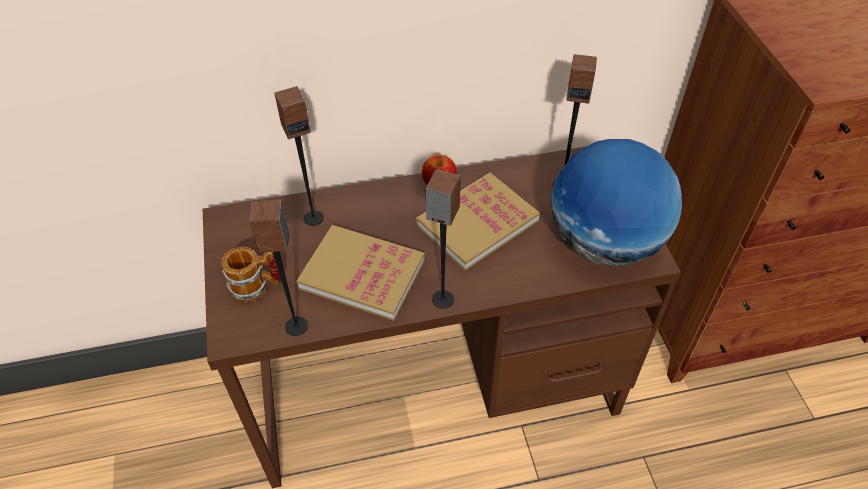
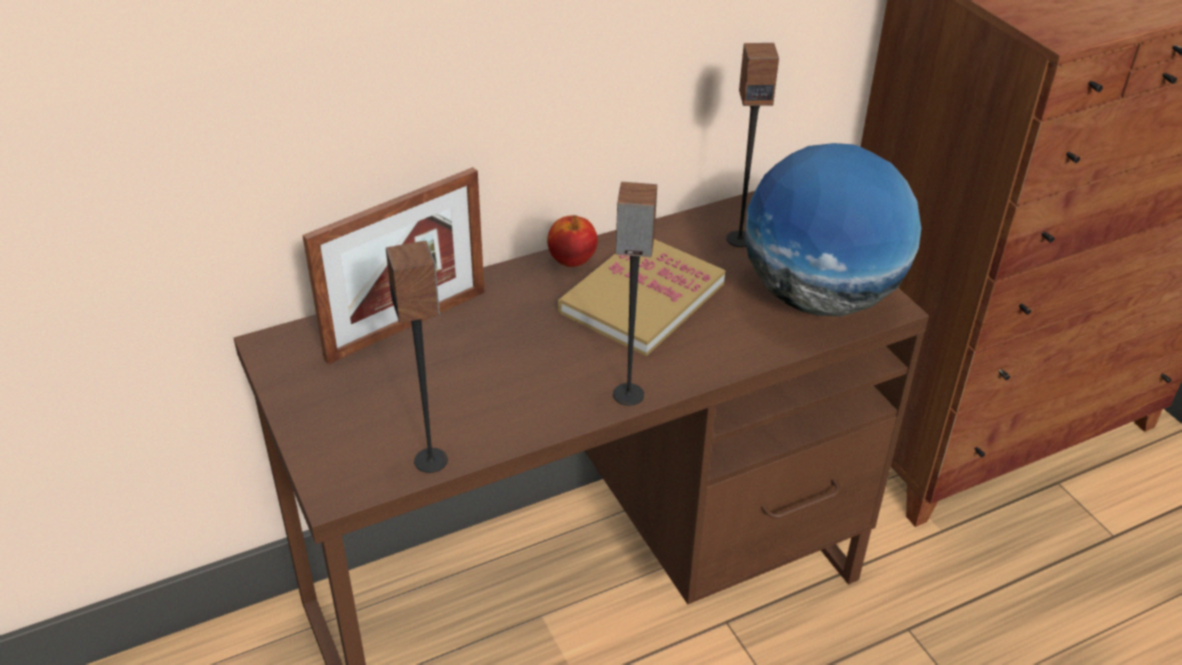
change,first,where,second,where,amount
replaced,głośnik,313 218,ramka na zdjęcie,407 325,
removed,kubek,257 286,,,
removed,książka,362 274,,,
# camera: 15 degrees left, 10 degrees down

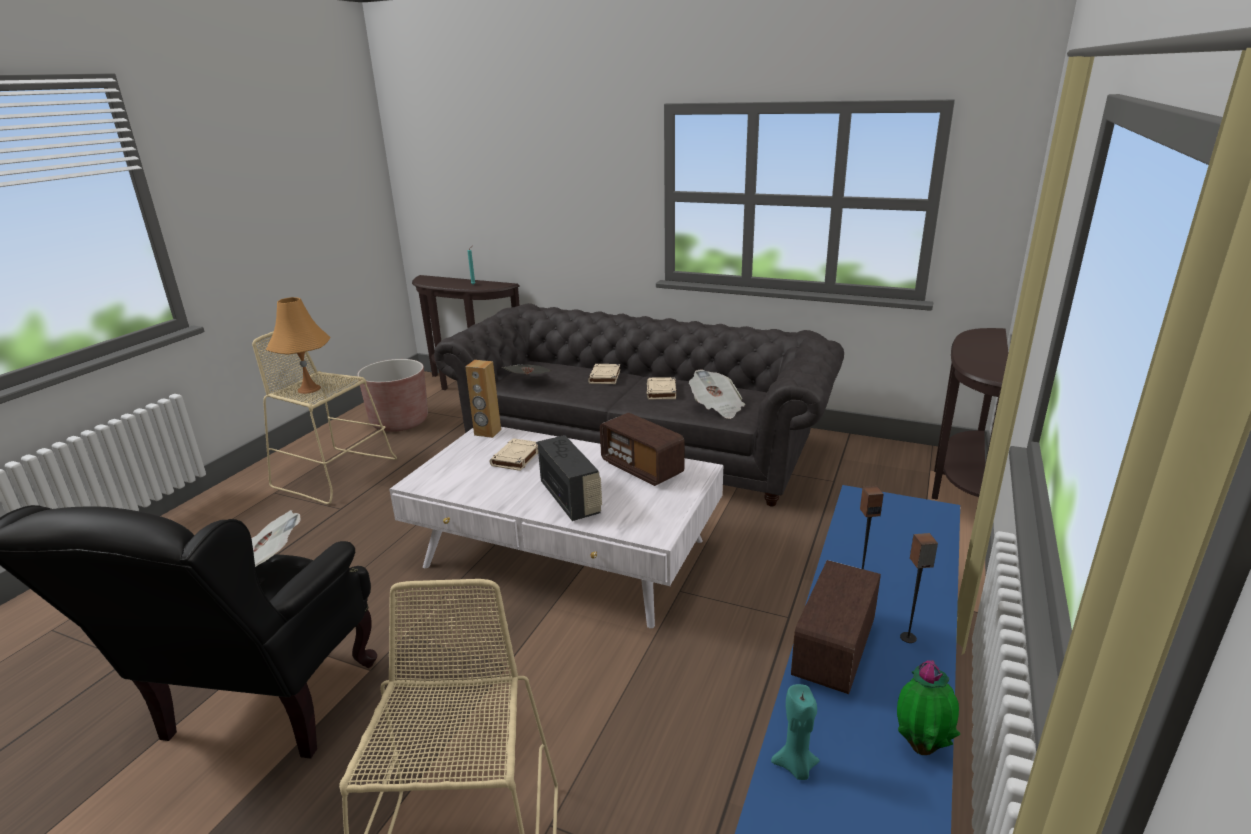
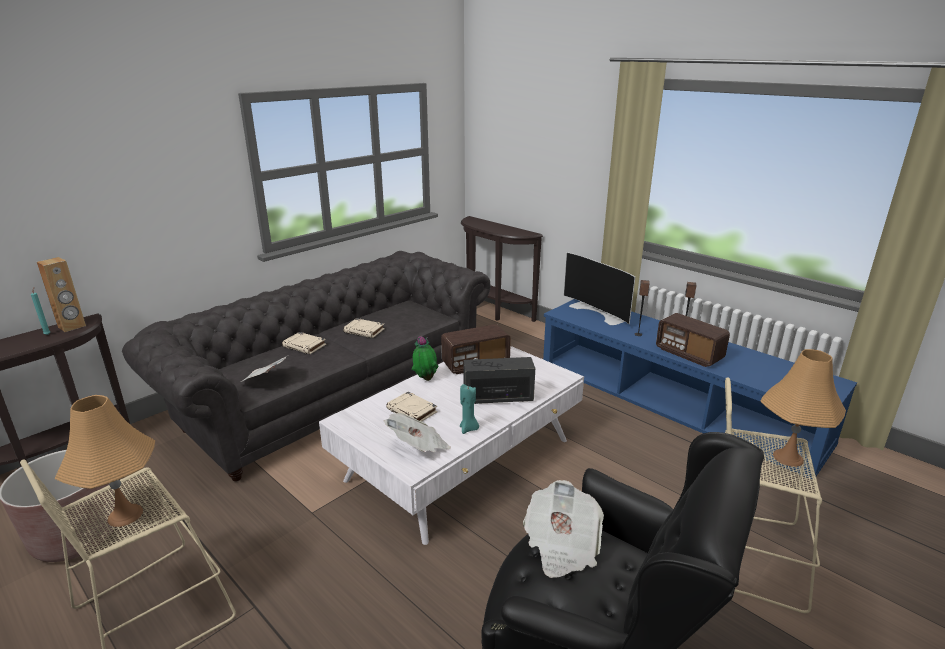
change,first,where,second,where,amount
moved,głośnik (brązowy),487 432,,72 326,
moved,gazeta,716 407,,418 447,
moved,roślina doniczkowa,921 746,,425 379,
moved,świeca (turkusowy),795 767,,468 429,
added,,,telewizor,598 312,
added,,,lampa stołowa (pomarańczowy),788 458,
# camera: 70 degrees left, 0 degrees up

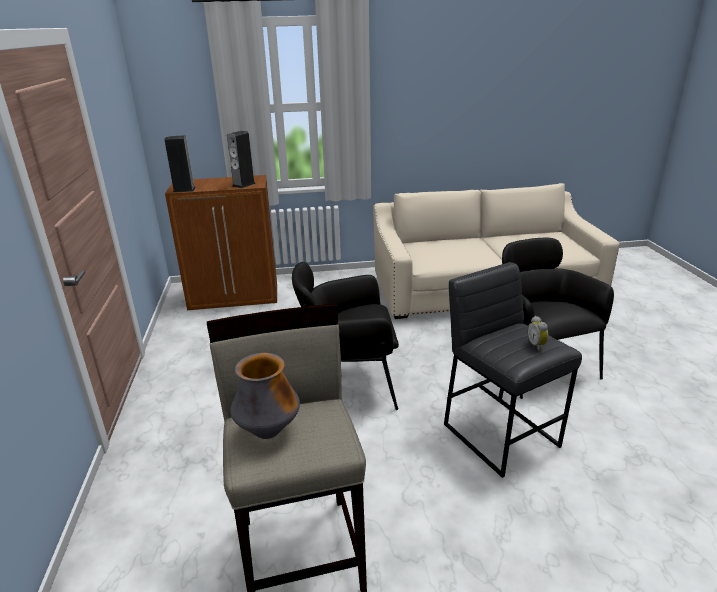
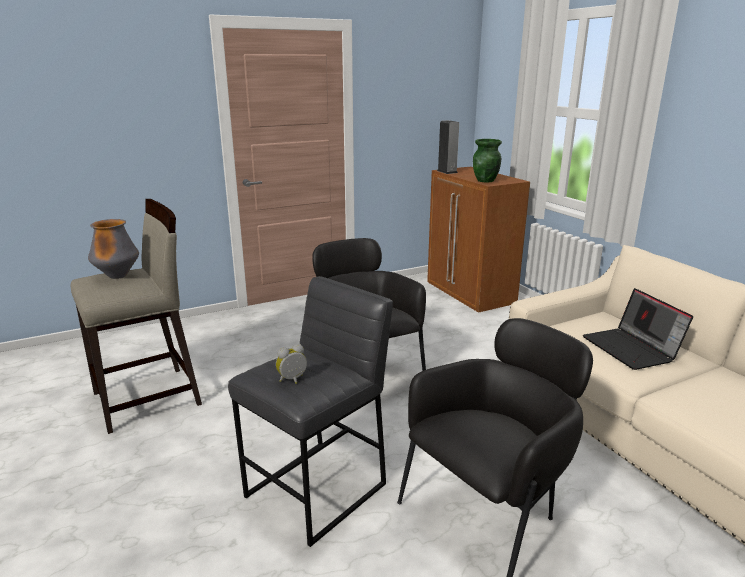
change,first,where,second,where,amount
replaced,głośnik,244 185,wazon (zielony),485 181,
added,,,laptop,632 349,
# camera: 70 degrees right, 5 degrees down

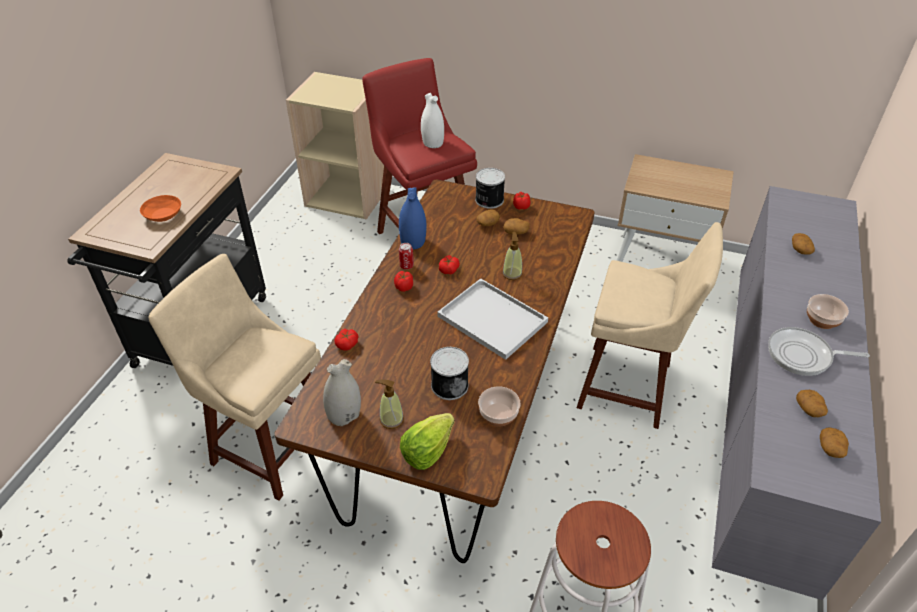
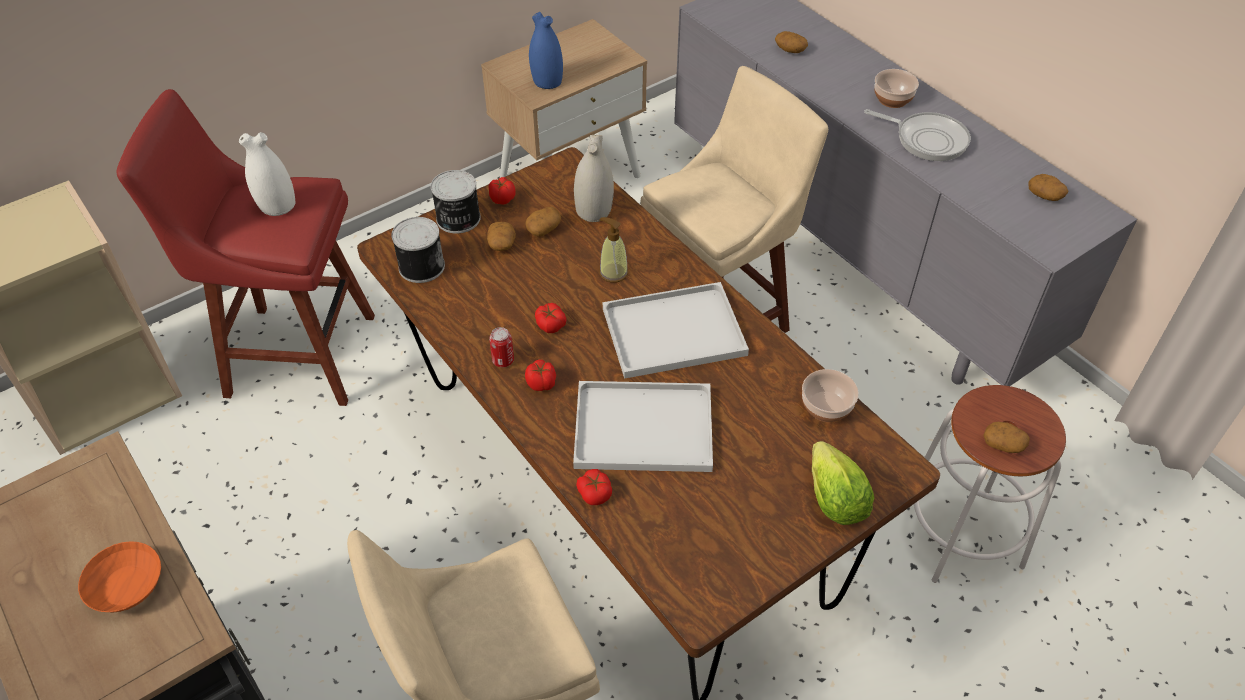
change,first,where,second,where,amount
moved,puszka,449 384,,420 266,
moved,wazon (niebieski),413 241,,547 81,
added,,,taca (biały),646 427,
moved,wazon (biały),344 414,,594 210,
turned,patelnia,803 355,,927 139,105 degrees counterclockwise
moved,ziemniak,809 409,,1003 444,
removed,dozownik mydła,391 419,,,
# camera: 55 degrees left, 5 degrees up

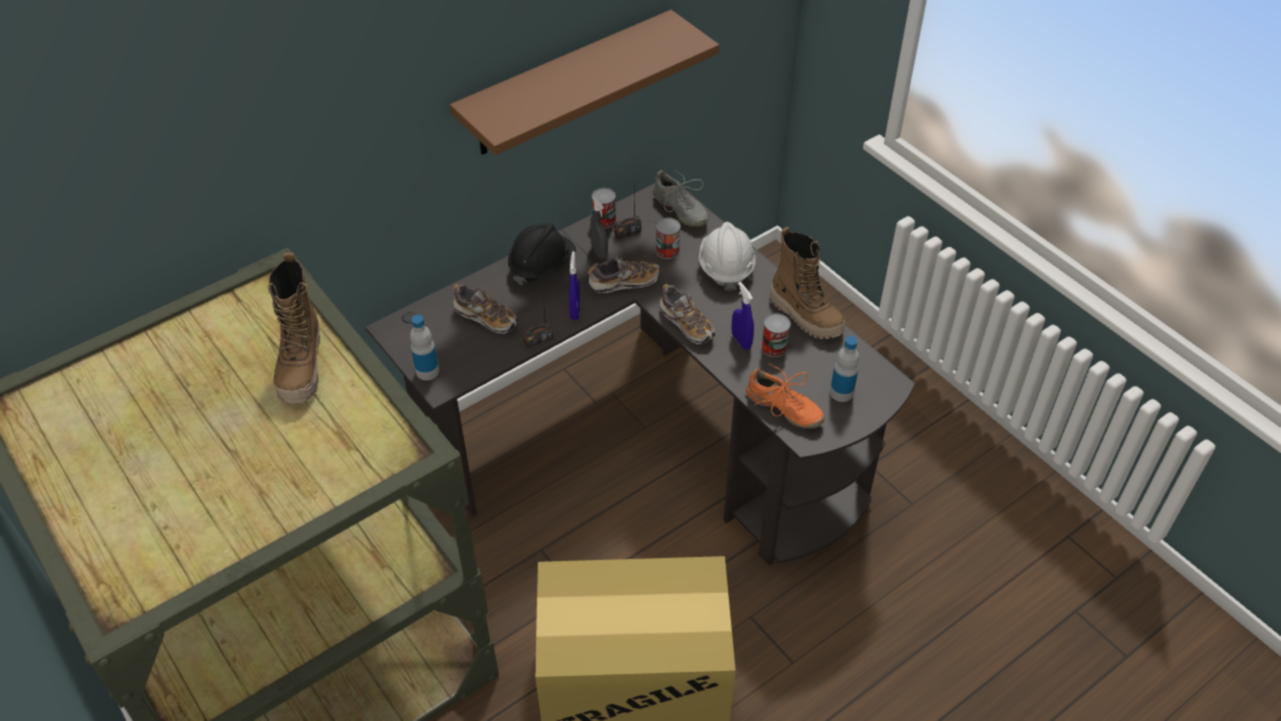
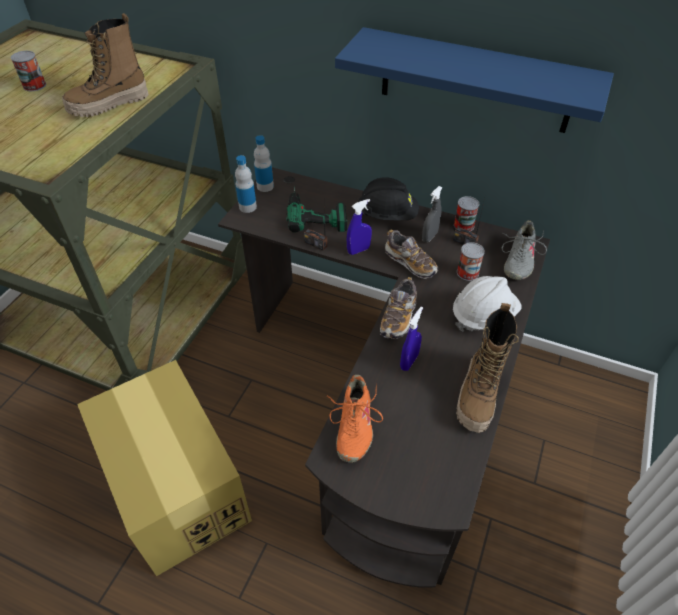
change,first,where,second,where,amount
moved,puszka,774 347,,34 85,
moved,butelka,841 393,,265 186,
replaced,but,486 318,wiertarka,316 211,
recoloured,półka (brązowy),566 85,półka (niebieski),475 81,
# camera: 60 degrees right, 0 degrees up

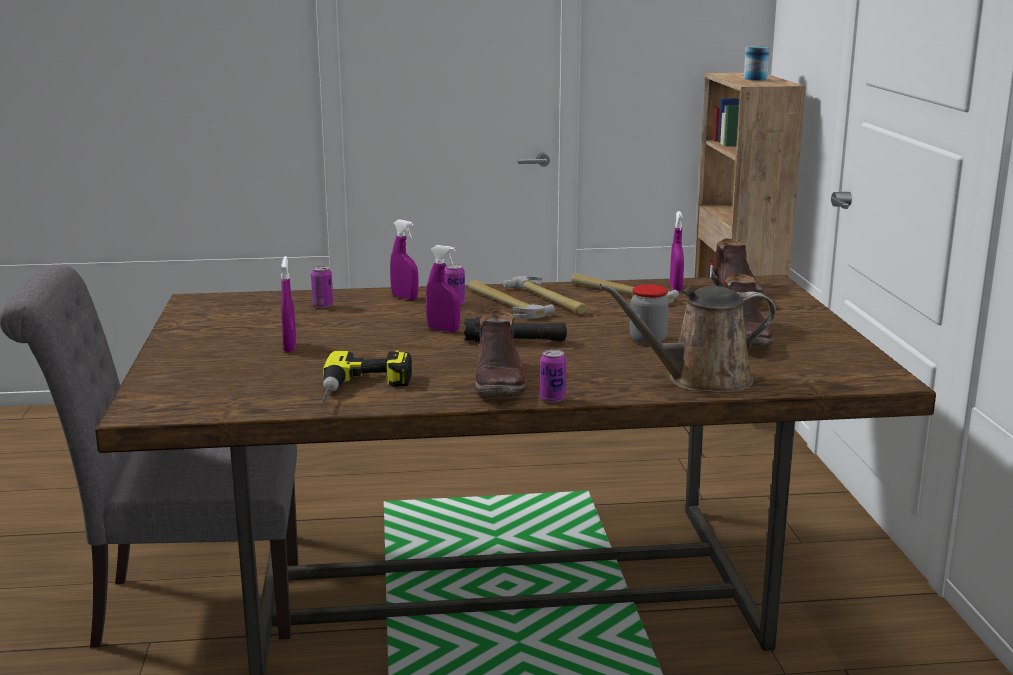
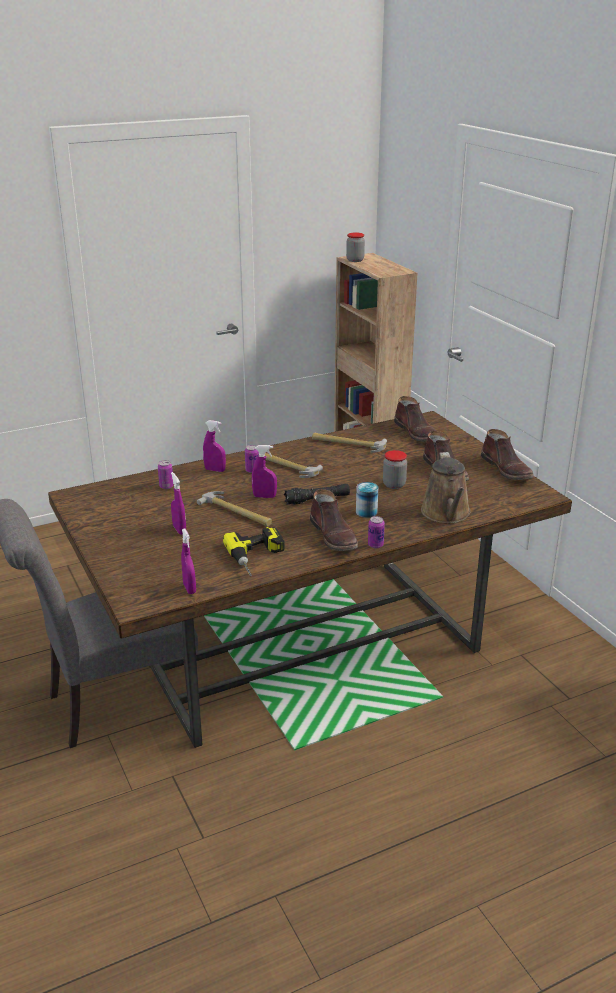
change,first,where,second,where,amount
moved,spryskiwacz (fioletowy),676 287,,189 588,
moved,młotek,548 299,,236 512,
added,,,słoik,355 260,
moved,puszka,755 79,,366 512,
turned,konewka (brązowy),701 380,,446 514,60 degrees counterclockwise
added,,,but z cholewką (brązowy),507 469,
# camera: 20 degrees left, 10 degrees up

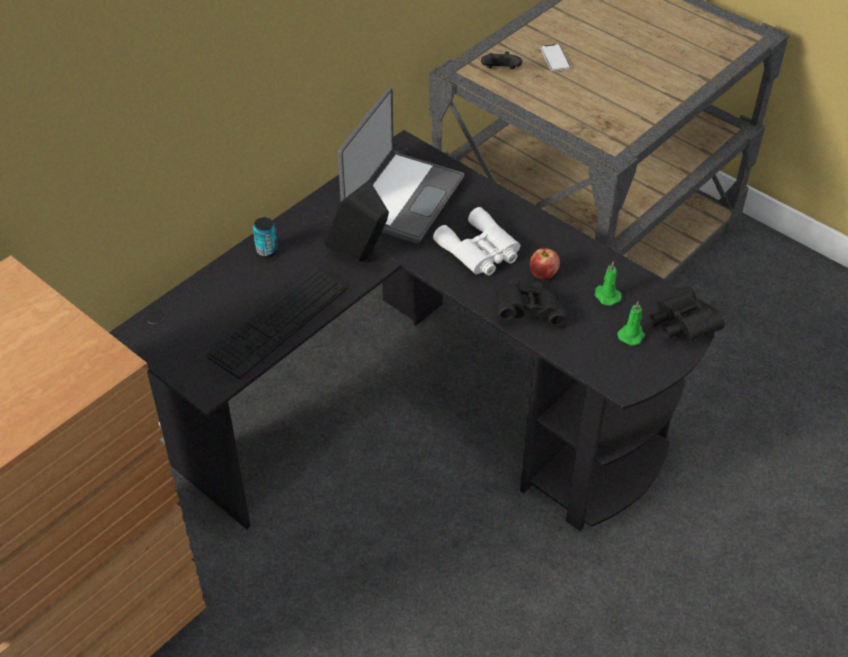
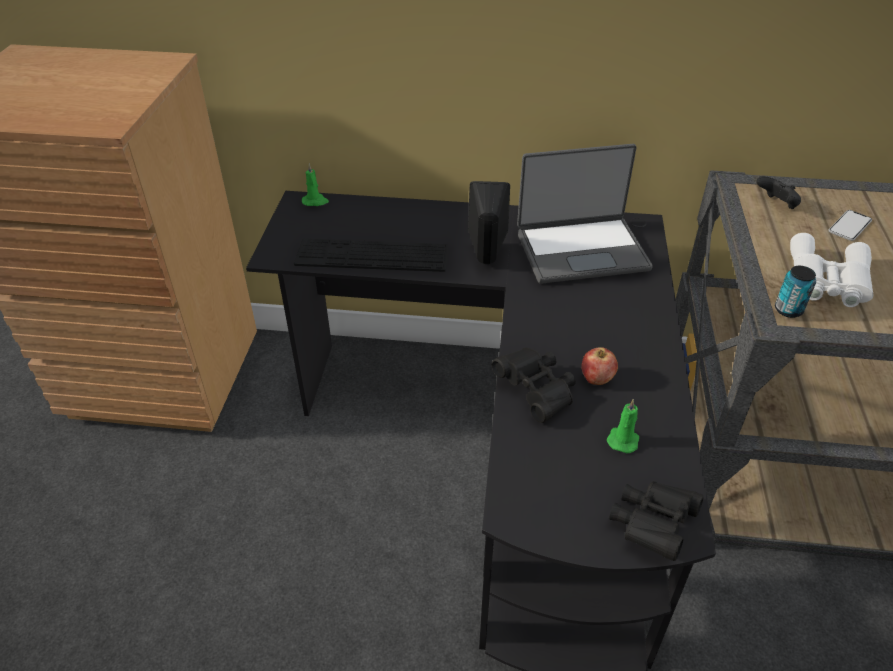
change,first,where,second,where,amount
moved,świeca (zielony),632 335,,315 201,
moved,puszka,267 251,,788 310,
moved,lornetka (biały),480 251,,827 280,
# camera: 55 degrees right, 5 degrees down

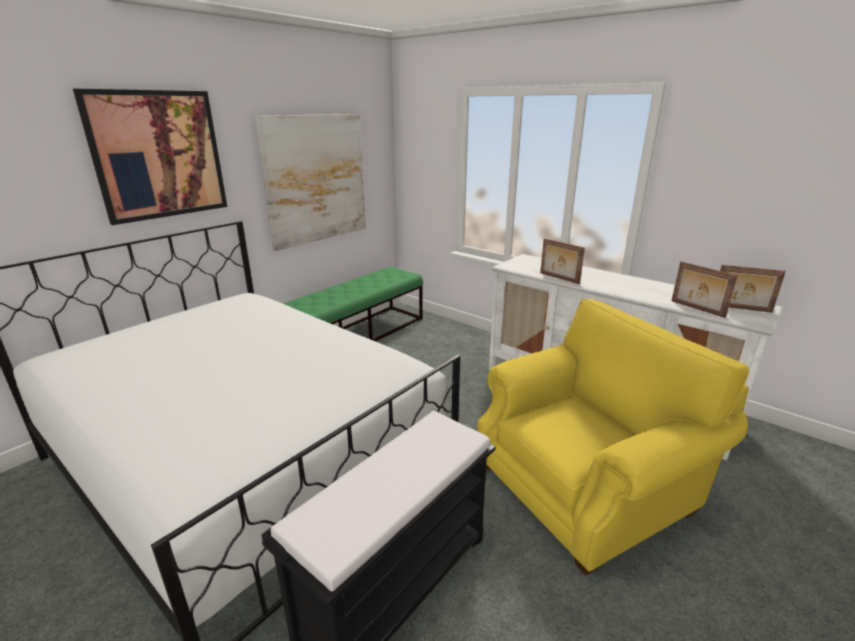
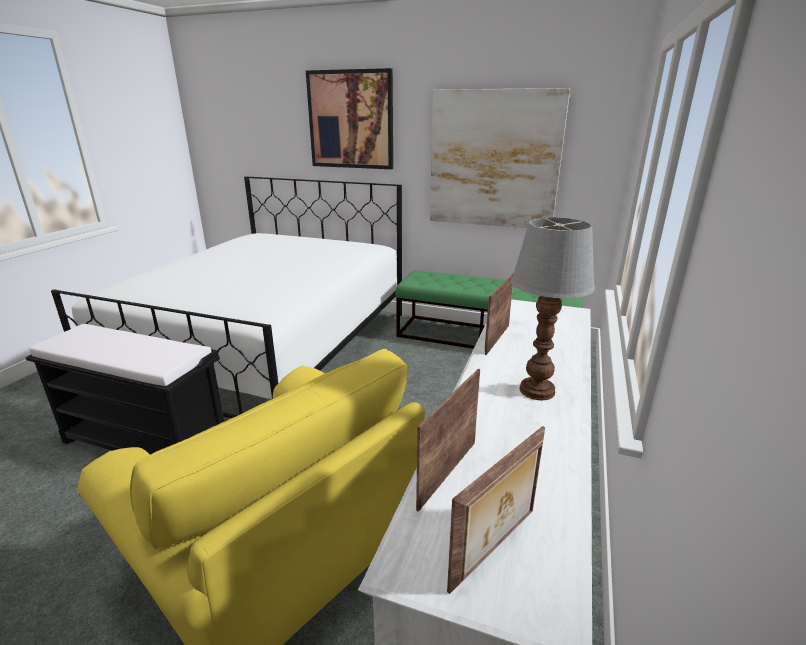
change,first,where,second,where,amount
turned,ramka na zdjęcie,741 309,,495 549,135 degrees counterclockwise
added,,,lampa stołowa,537 390,
# camera: 70 degrees right, 0 degrees up

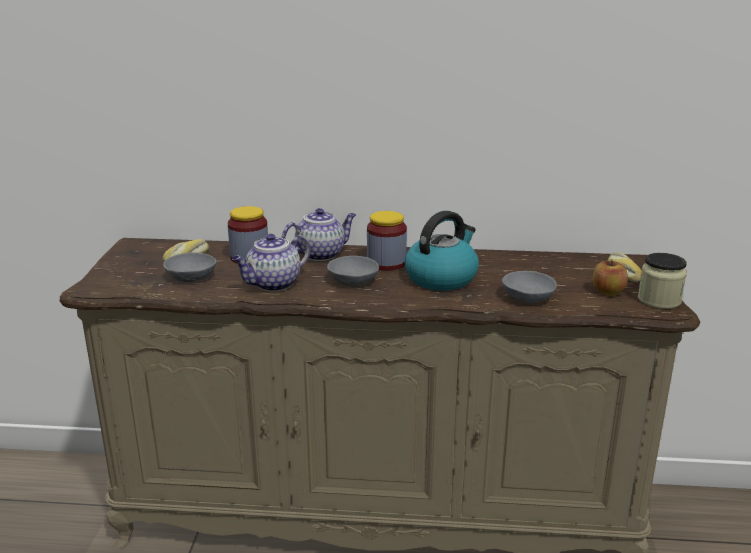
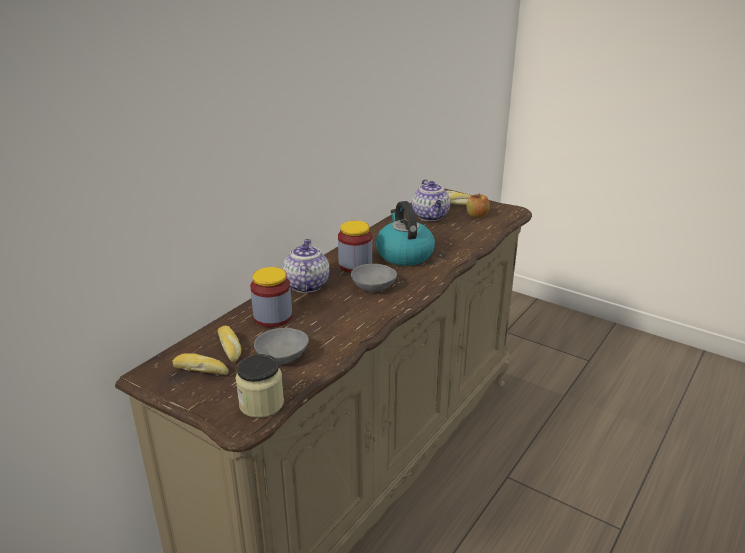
change,first,where,second,where,amount
added,,,chleb,201 370,
moved,słoik,659 300,,261 404,
moved,imbryk,273 284,,431 216,
removed,miska (szary),530 298,,,
# camera: 60 degrees left, 5 degrees up

